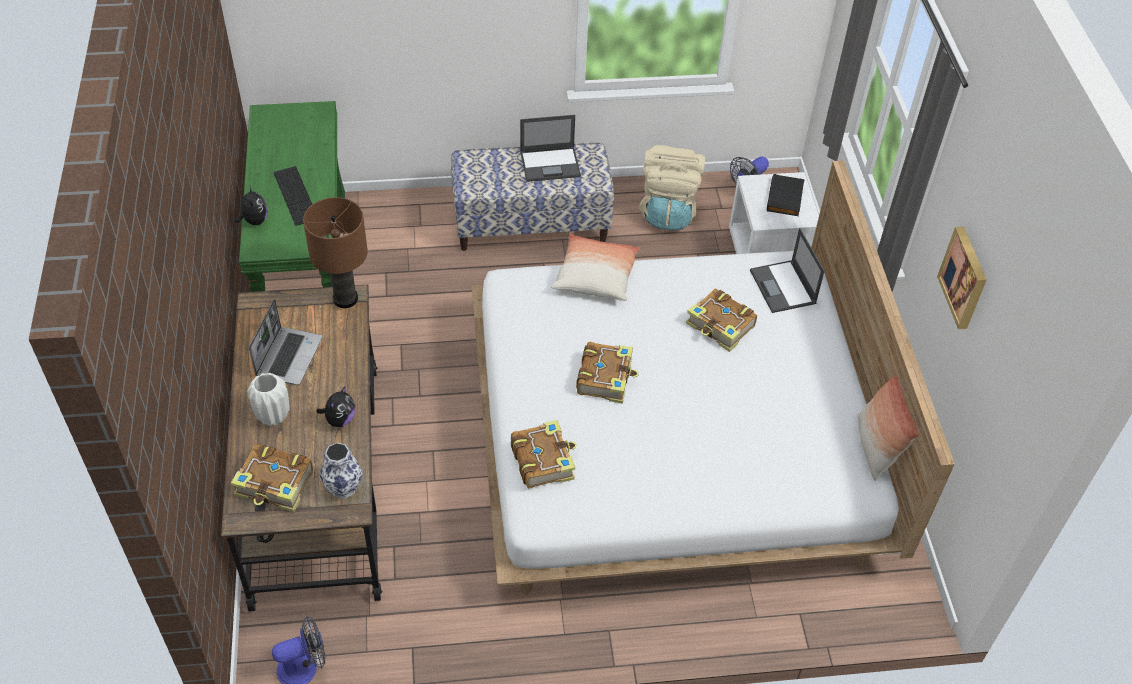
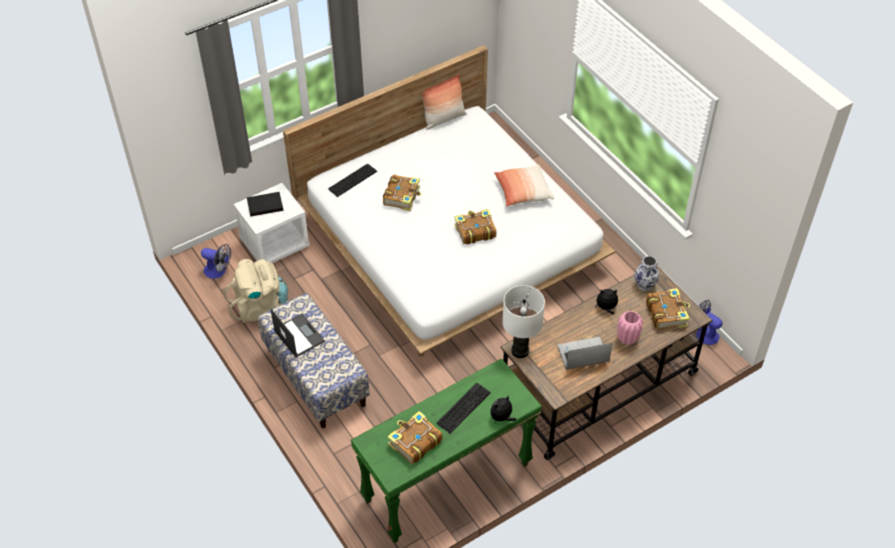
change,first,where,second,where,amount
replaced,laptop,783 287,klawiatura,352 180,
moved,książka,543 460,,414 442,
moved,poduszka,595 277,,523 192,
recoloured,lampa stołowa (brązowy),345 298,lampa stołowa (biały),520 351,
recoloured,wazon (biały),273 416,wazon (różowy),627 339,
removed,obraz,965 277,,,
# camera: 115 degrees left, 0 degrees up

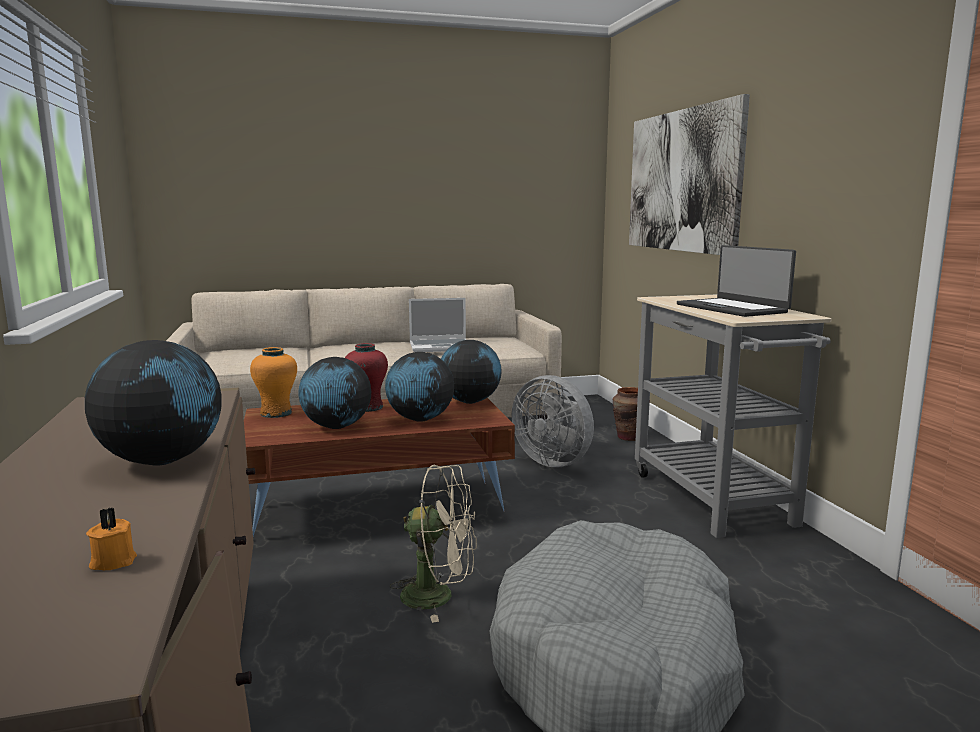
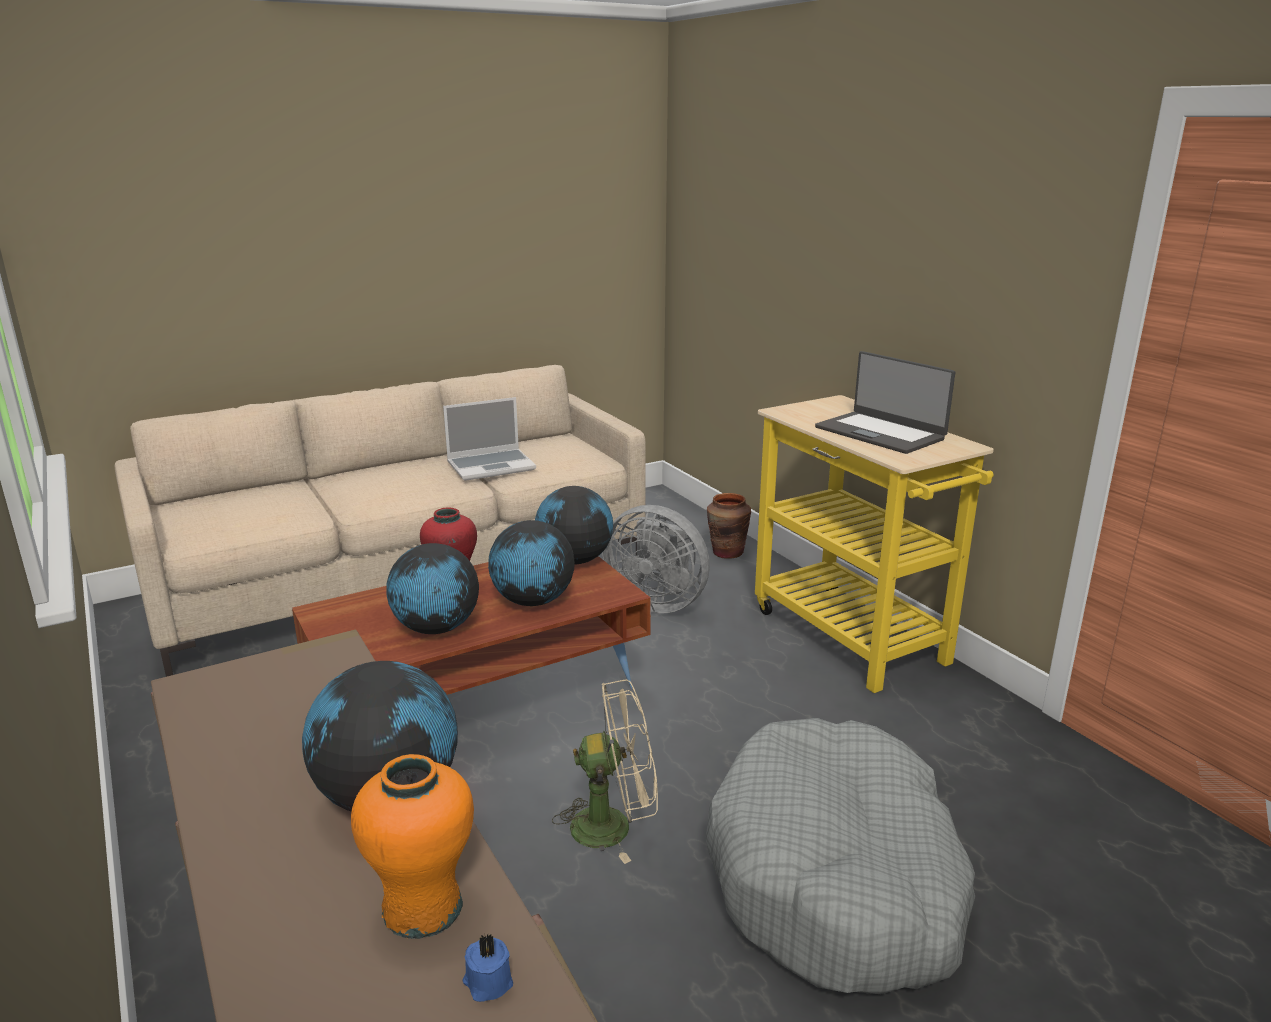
change,first,where,second,where,amount
moved,wazon (pomarańczowy),276 413,,422 907,
recoloured,świeca (pomarańczowy),112 561,świeca (niebieski),487 982,
recoloured,wózek (szary),713 499,wózek (żółty),851 637,
removed,obraz,682 181,,,
# camera: 15 degrees left, 10 degrees up

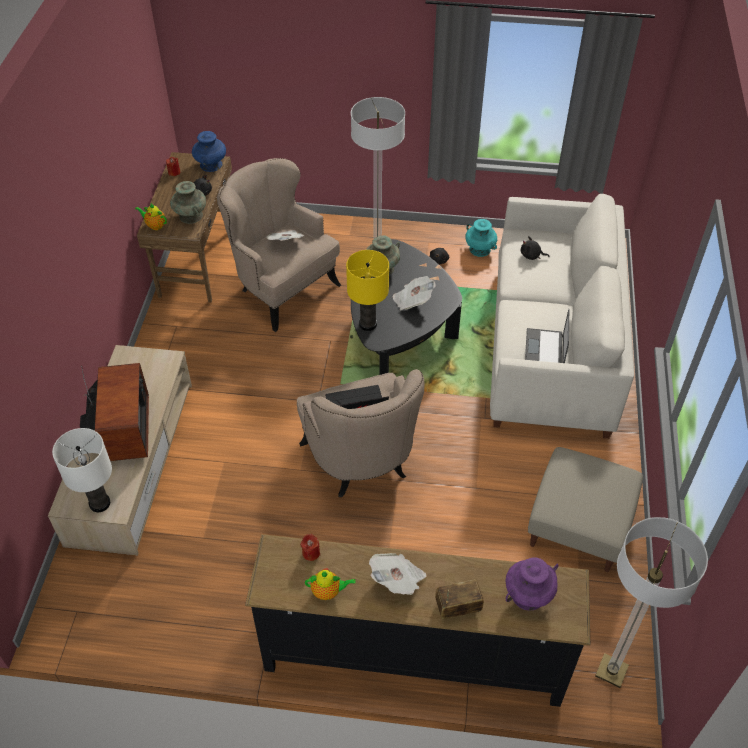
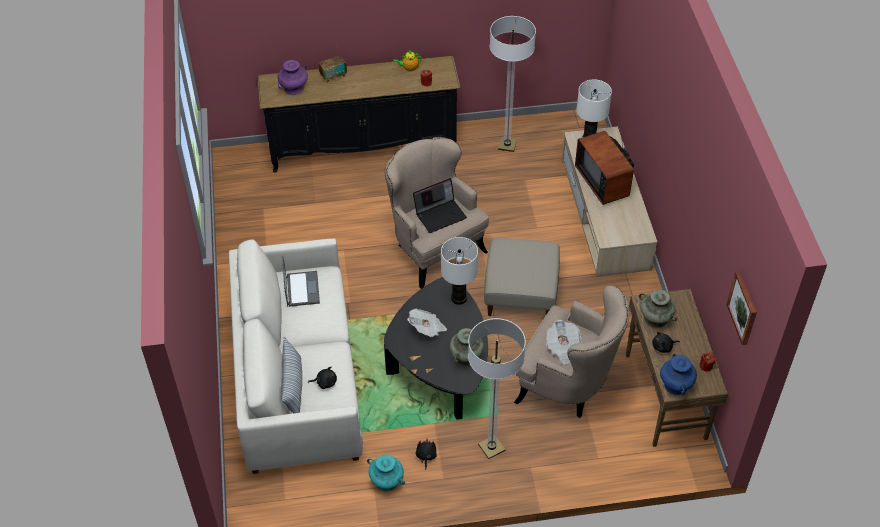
change,first,where,second,where,amount
added,,,poduszka,293 387,
recoloured,lampa stołowa (żółty),367 324,lampa stołowa (biały),459 298,
moved,pufa (beżowy),579 525,,520 292,
moved,lampa stojąca,611 671,,507 145,
added,,,obraz,743 307,
removed,imbryk,155 225,,,
removed,gazeta,397 580,,,
# camera: 165 degrees right, 0 degrees up

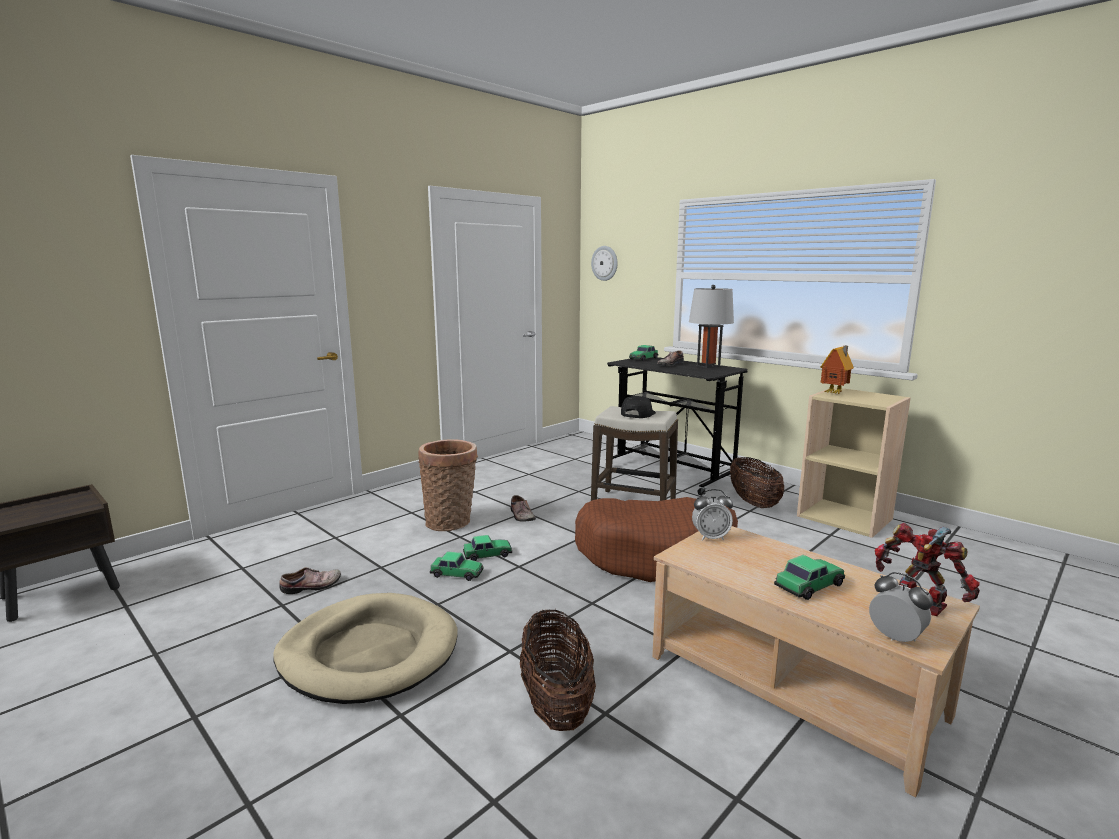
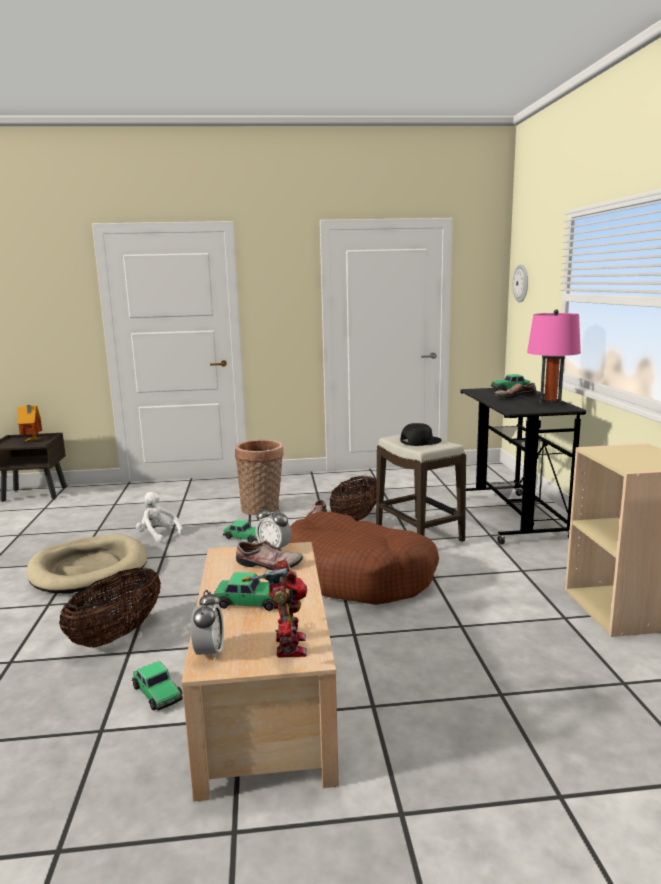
change,first,where,second,where,amount
moved,domek,835 393,,32 441,
moved,samochodzik,457 573,,157 693,
added,,,pluszak (biały),158 535,
moved,but,312 587,,268 565,
moved,koszyk,753 503,,355 519,
recoloured,lampa stołowa (szary),708 366,lampa stołowa (różowy),550 403,
# camera: 40 degrees right, 0 degrees up

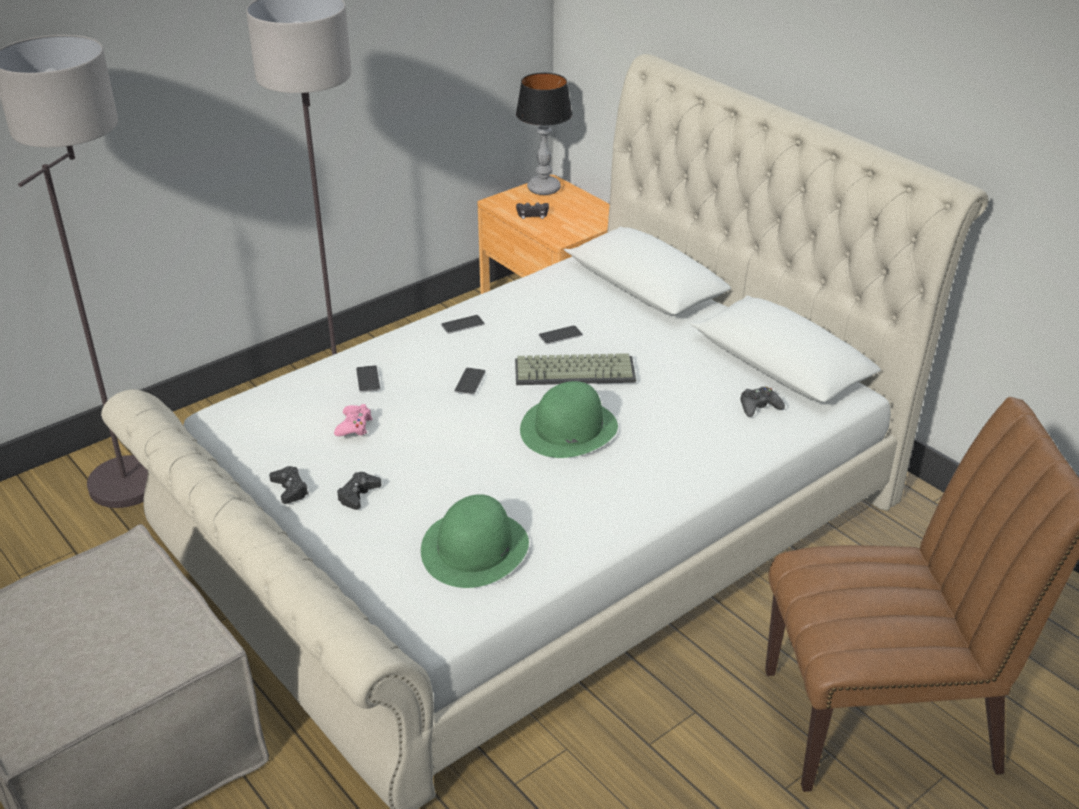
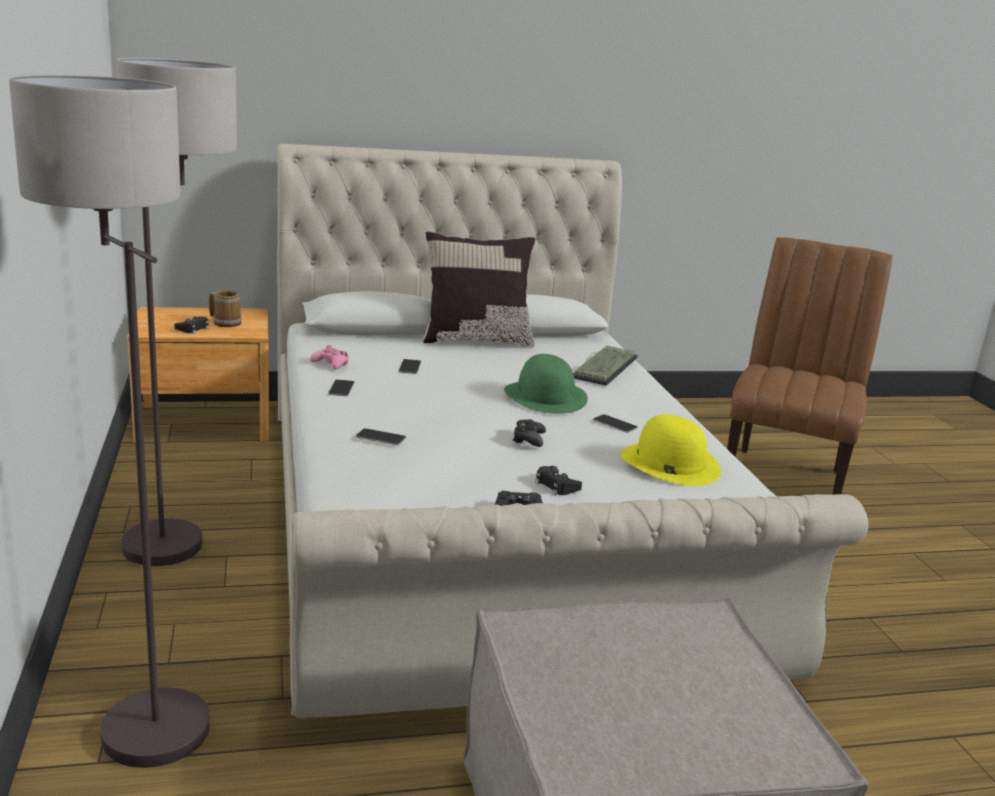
change,first,where,second,where,amount
added,,,kubek,226 322,
moved,pad do gier (różowy),354 426,,331 364,
added,,,poduszka,476 340,
moved,pad do gier (czarny),759 407,,528 439,
moved,klawiatura,576 370,,604 366,
moved,telefon,470 381,,615 424,
recoloured,kapelusz (zielony),475 548,kapelusz (żółty),669 463,
removed,lampa stołowa,544 188,,,
# camera: 65 degrees left, 15 degrees down

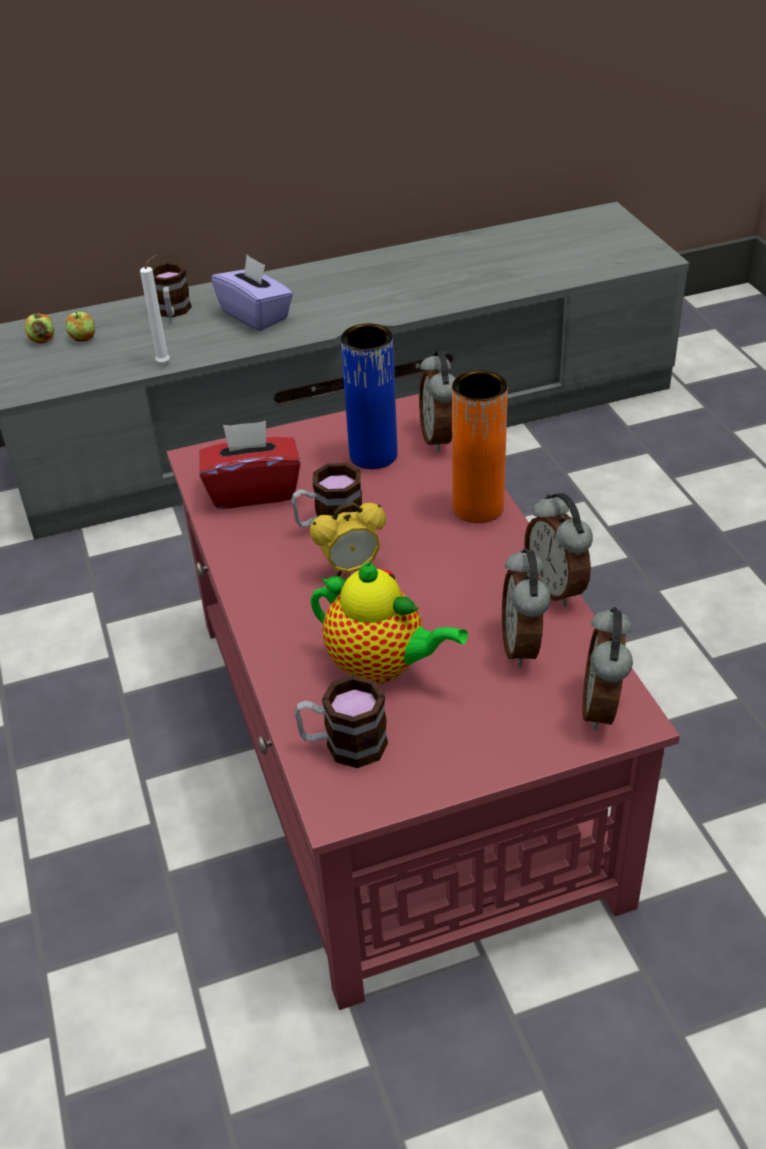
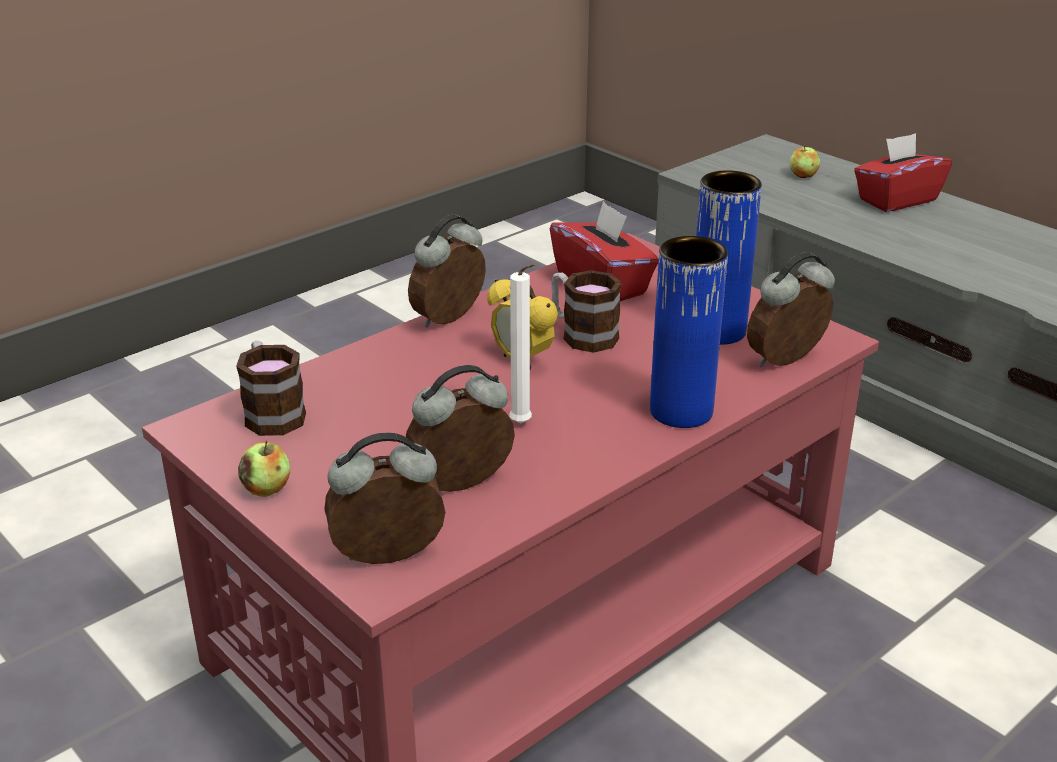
change,first,where,second,where,amount
moved,jabłko,42 340,,267 489,
moved,budzik,557 588,,451 320,
moved,świeca (biały),166 363,,523 425,
recoloured,wazon (pomarańczowy),478 507,wazon (niebieski),681 411,
replaced,kubek,172 312,pudełko chusteczek (czerwony),896 200,
removed,pudełko chusteczek (fioletowy),256 315,,,
removed,imbryk,381 666,,,
# camera: 65 degrees right, 10 degrees down

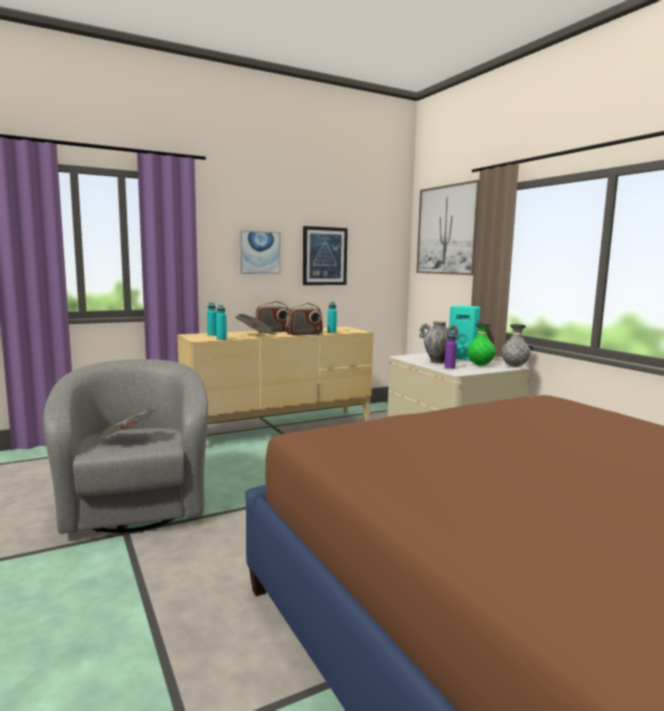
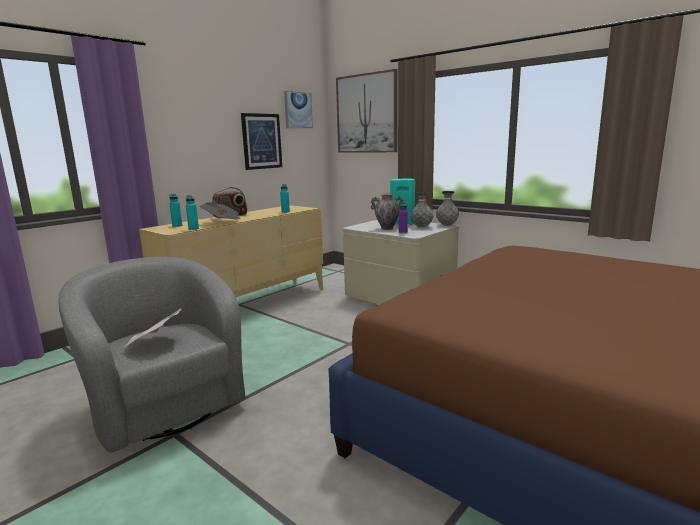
change,first,where,second,where,amount
moved,obraz,259 252,,298 110,
recoloured,wazon (zielony),480 365,wazon (szary),421 227,
removed,radio,304 334,,,
# camera: 20 degrees left, 5 degrees up

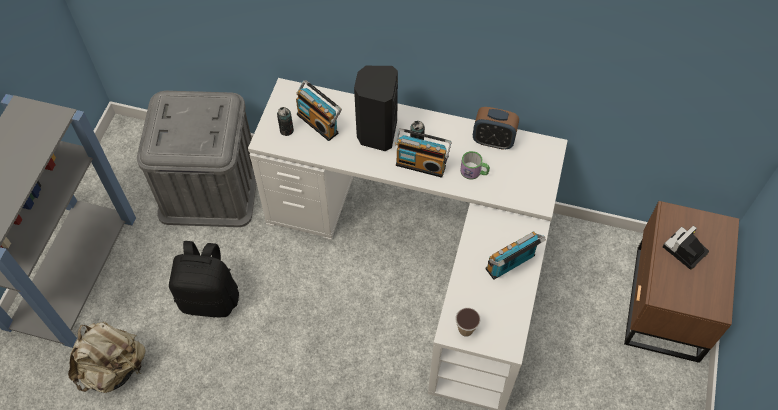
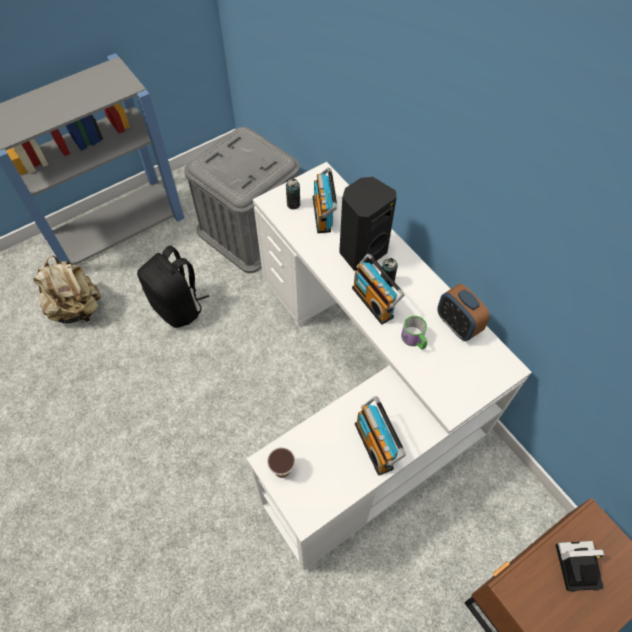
change,first,where,second,where,amount
turned,radio,511 264,,376 445,120 degrees counterclockwise
# camera: 40 degrees right, 0 degrees up

